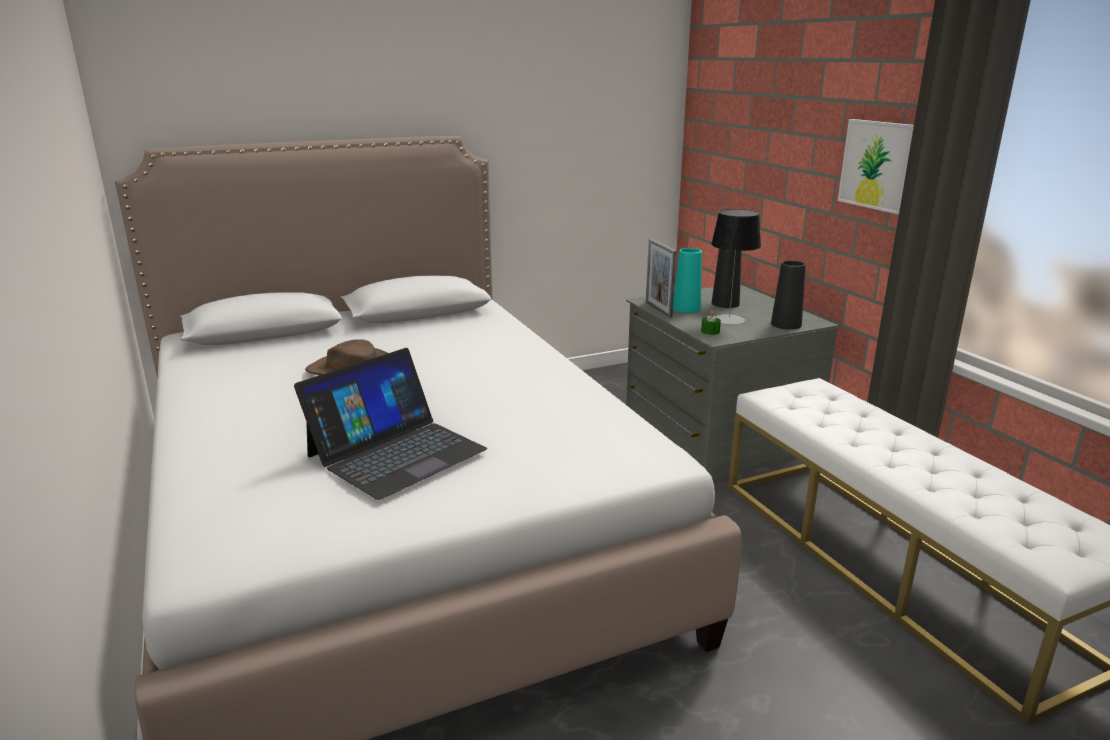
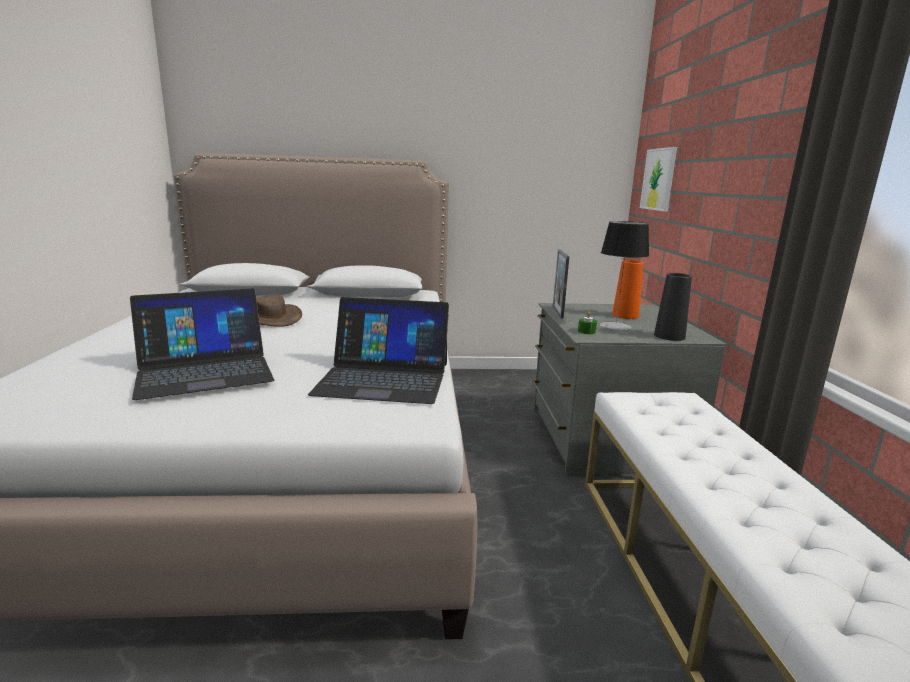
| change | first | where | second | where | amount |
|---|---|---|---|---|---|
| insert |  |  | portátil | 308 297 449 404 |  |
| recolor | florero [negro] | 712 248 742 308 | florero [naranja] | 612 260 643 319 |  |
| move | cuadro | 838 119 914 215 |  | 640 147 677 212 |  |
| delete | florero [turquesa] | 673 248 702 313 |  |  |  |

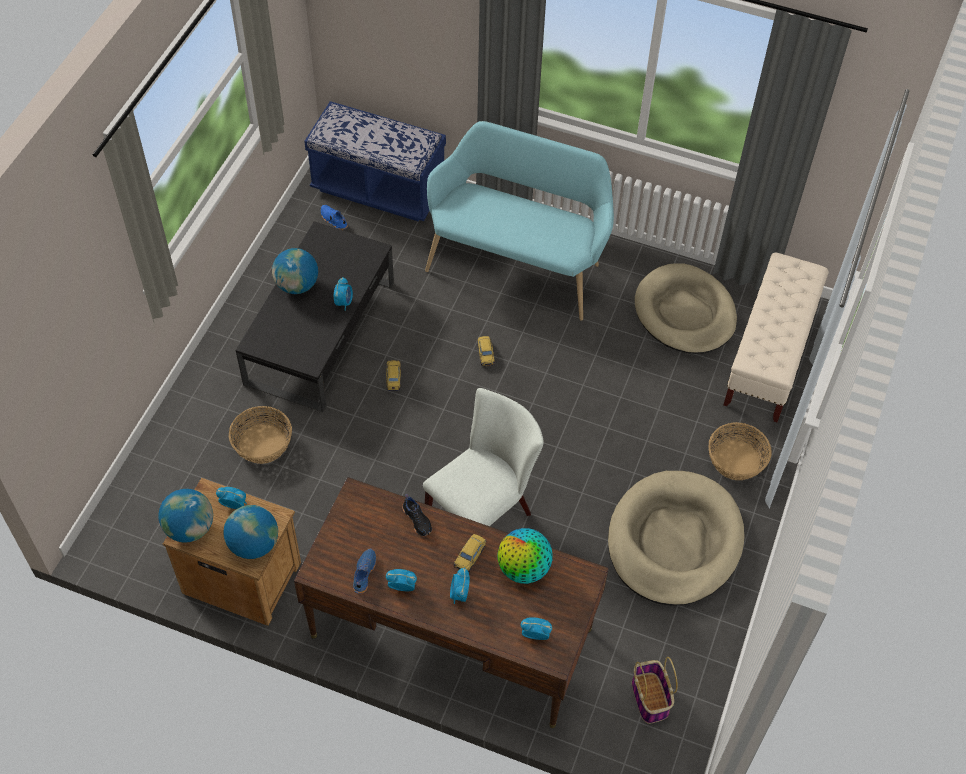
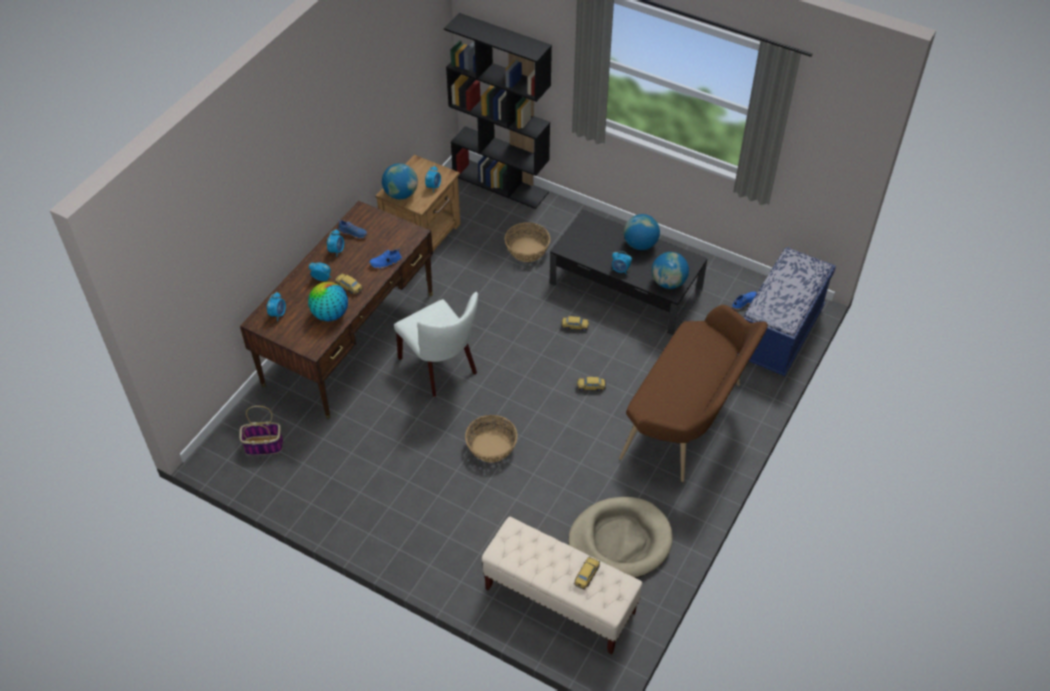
| change | first | where | second | where | amount |
|---|---|---|---|---|---|
| recolor | zapato [negro] | 402 494 432 536 | zapato [azul] | 369 249 402 269 |  |
| insert |  |  | estantería [negro] | 444 13 552 209 |  |
| move | cesta | 709 422 772 480 |  | 465 415 518 463 |  |
| insert |  |  | coche de juguete | 574 556 600 590 |  |
| recolor | banco [turquesa] | 425 121 614 320 | banco [marrón] | 619 305 768 482 |  |
| move | globo terráqueo | 158 489 213 543 |  | 652 252 689 289 |  |
| delete | cama para perro [beis] | 608 471 745 606 |  |  |  |

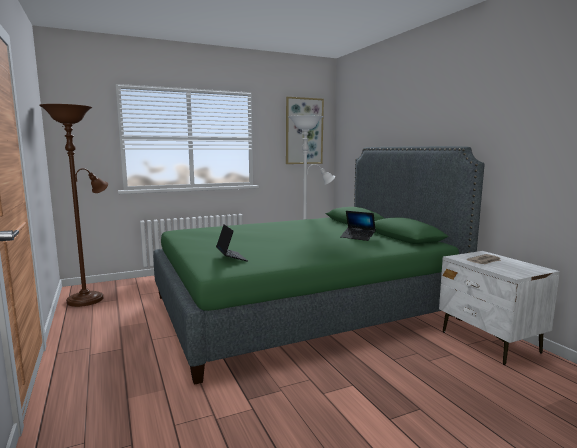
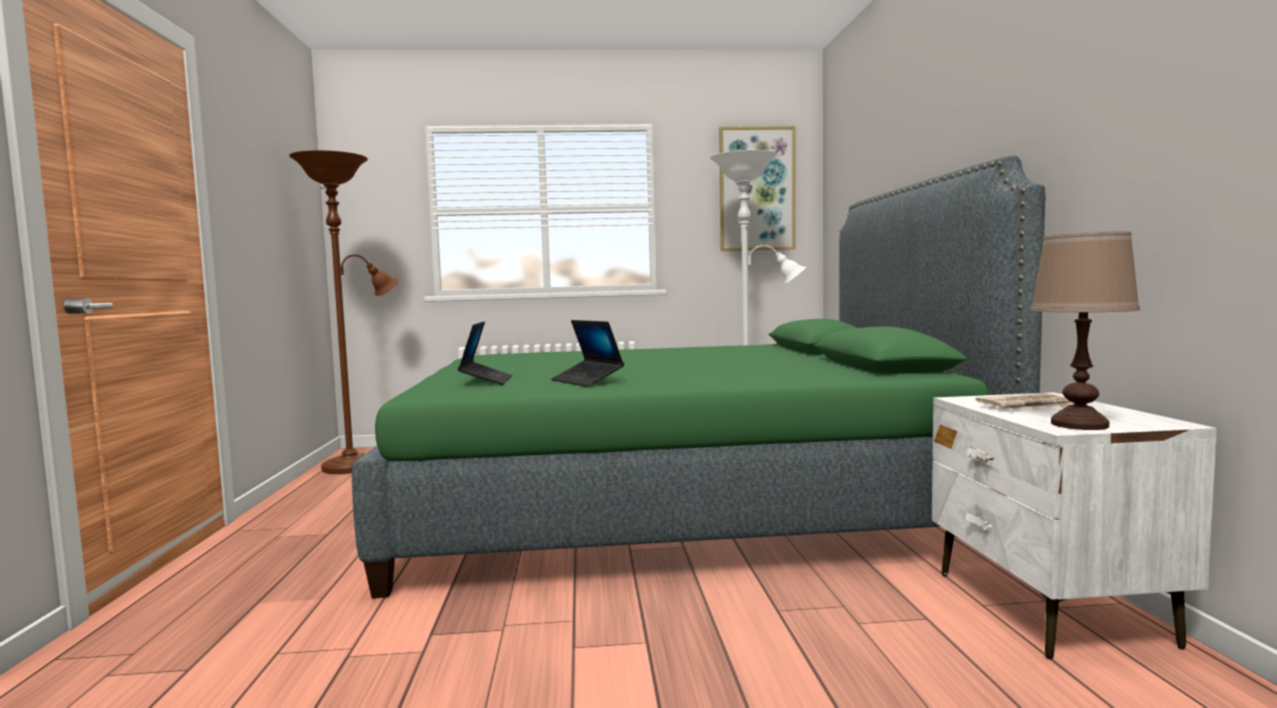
| change | first | where | second | where | amount |
|---|---|---|---|---|---|
| move | portátil | 340 211 376 241 |  | 551 320 624 387 |  |
| insert |  |  | lámpara de mesa [marrón] | 1031 232 1140 430 |  |

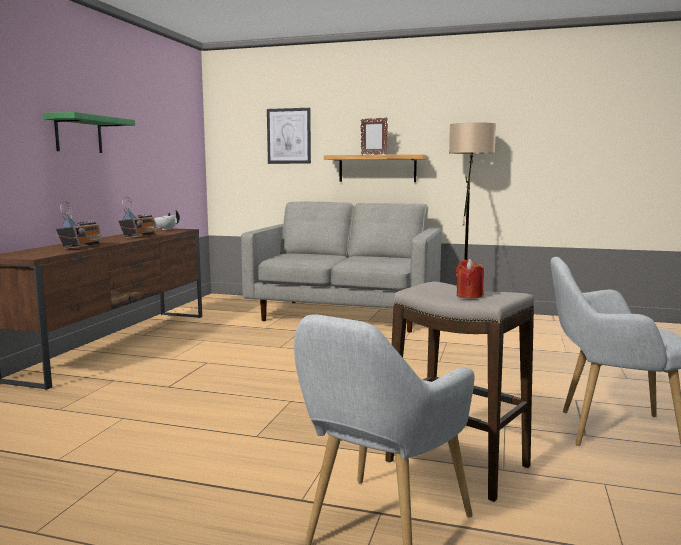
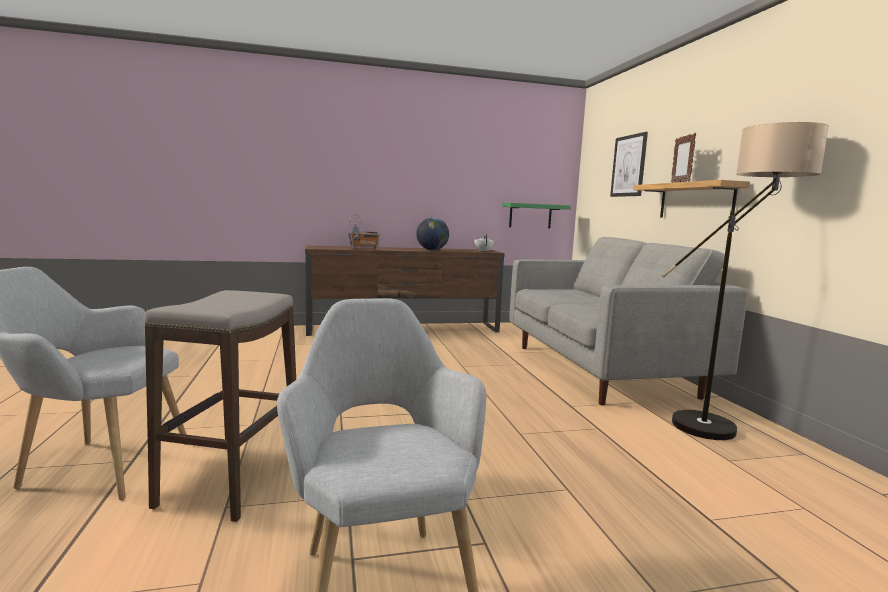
| change | first | where | second | where | amount |
|---|---|---|---|---|---|
| replace | radio | 118 197 157 238 | globo terráqueo | 416 218 449 250 |  |
| move | estante [verde] | 44 112 135 153 |  | 502 203 571 229 |  |
| delete | vela [rojo] | 456 259 484 298 |  |  |  |

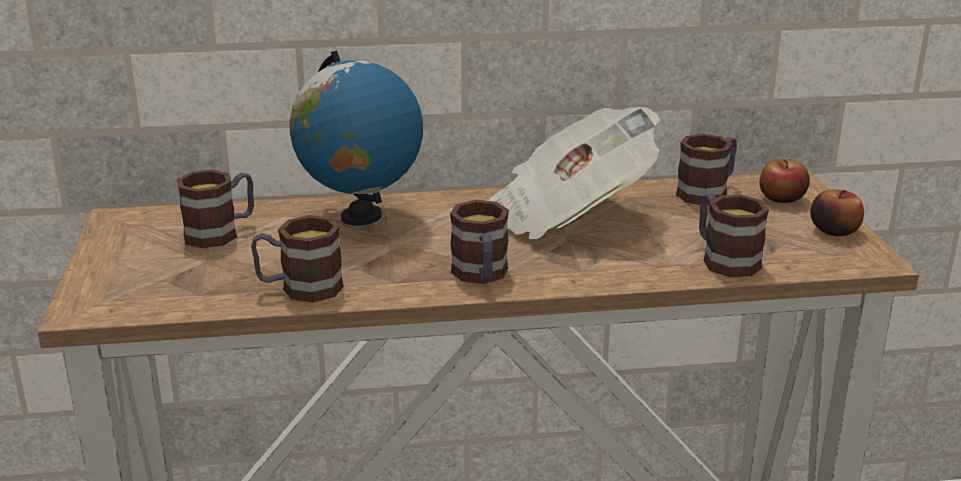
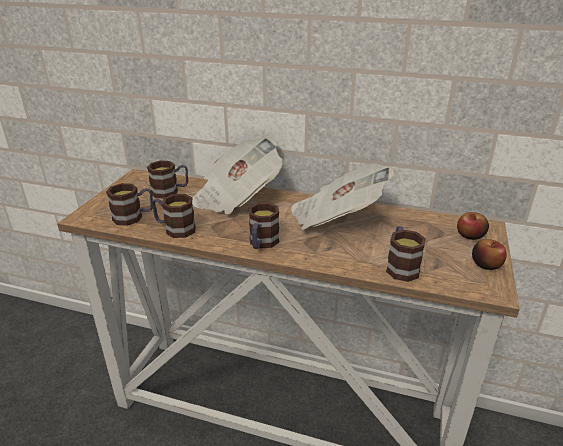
| change | first | where | second | where | amount |
|---|---|---|---|---|---|
| move | taza grande | 676 134 737 205 |  | 106 183 153 226 |  |
| replace | globo terráqueo | 290 51 423 226 | periódico | 192 137 283 214 |  |

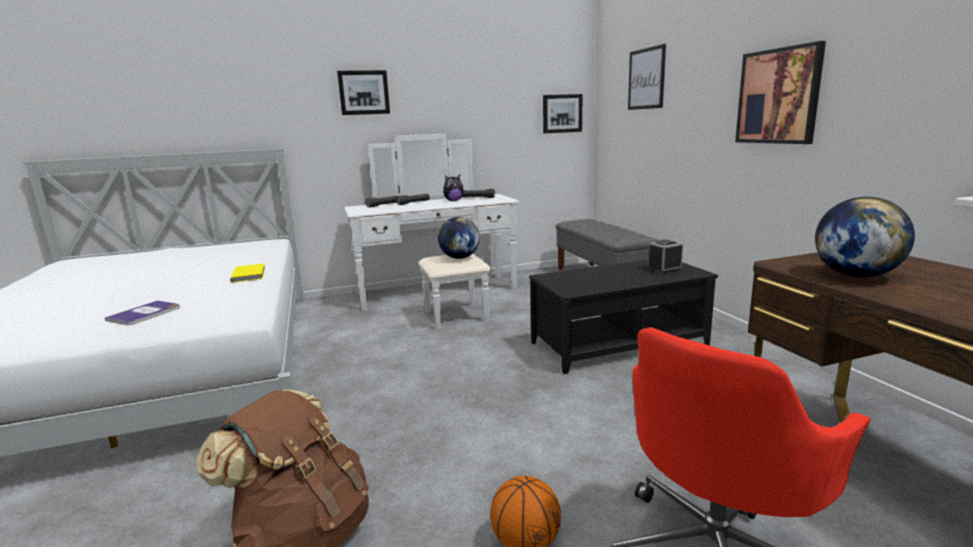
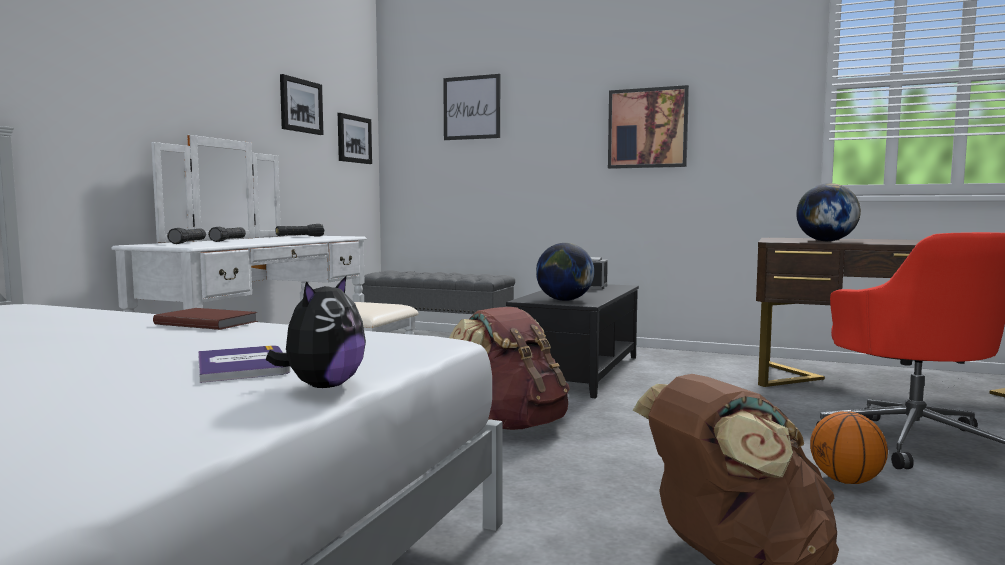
| change | first | where | second | where | amount |
|---|---|---|---|---|---|
| recolor | libro [amarillo] | 230 263 265 283 | libro [marrón] | 153 308 258 330 |  |
| move | peluche | 443 175 464 201 |  | 266 275 366 388 |  |
| move | cuadro | 337 70 390 115 |  | 280 74 323 135 |  |
| insert |  |  | mochila [marrón] | 449 307 570 430 |  |
| move | globo terráqueo | 438 217 480 259 |  | 536 243 594 301 |  |

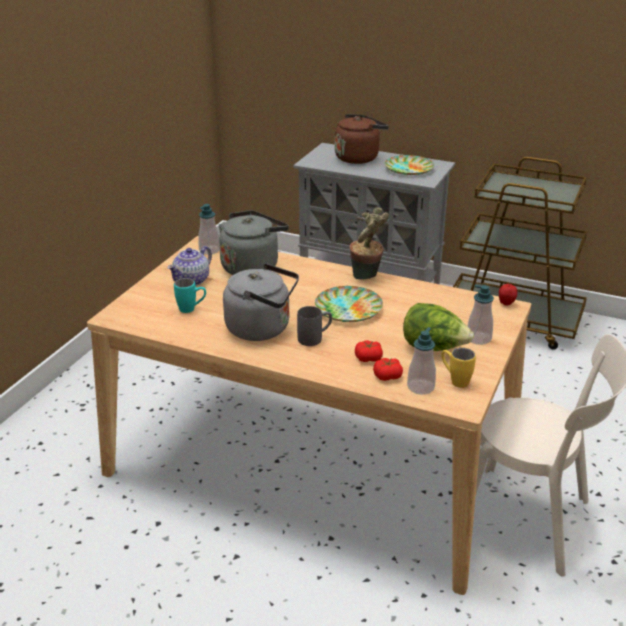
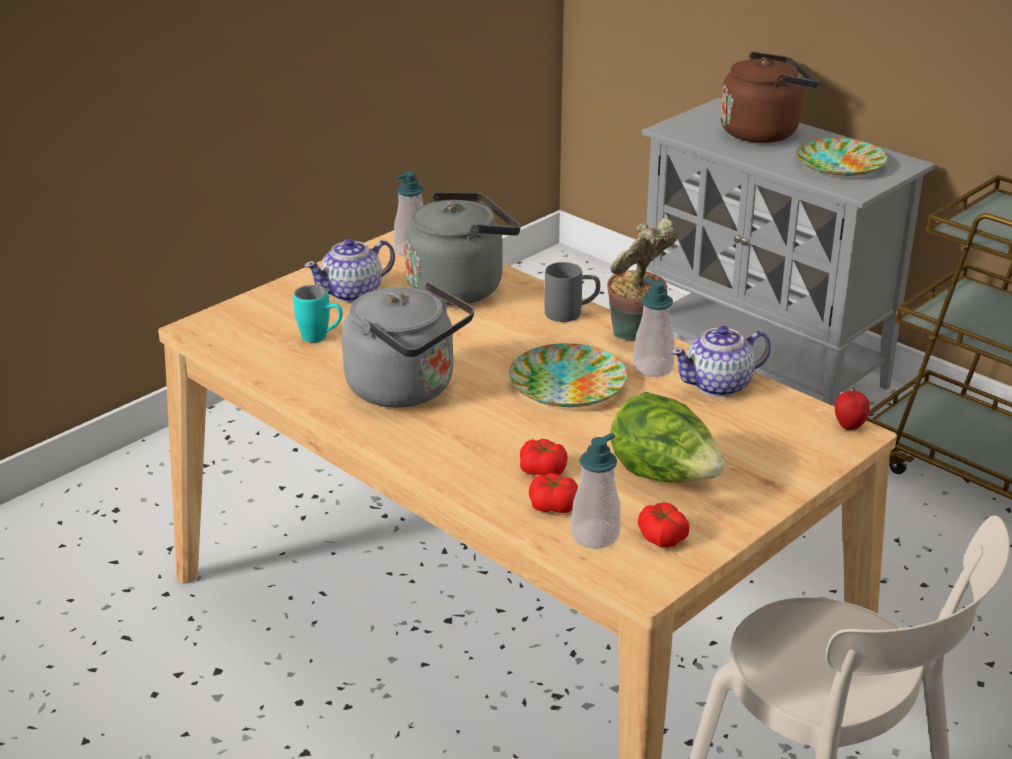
| change | first | where | second | where | amount |
|---|---|---|---|---|---|
| move | taza grande [gris] | 297 306 332 346 |  | 544 262 600 322 |  |
| move | dispensador de jabón | 468 285 494 345 |  | 633 278 675 377 |  |
| replace | taza grande [amarillo] | 442 348 476 388 | tomate | 638 502 689 548 |  |
| insert |  |  | tetera | 671 326 771 397 |  |

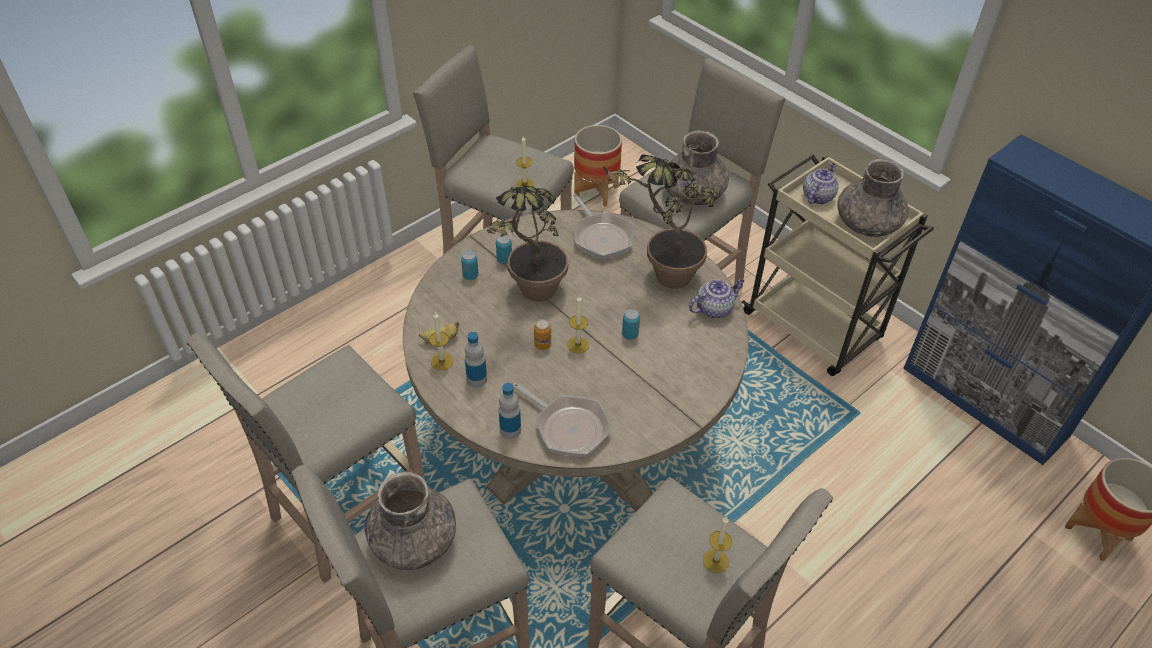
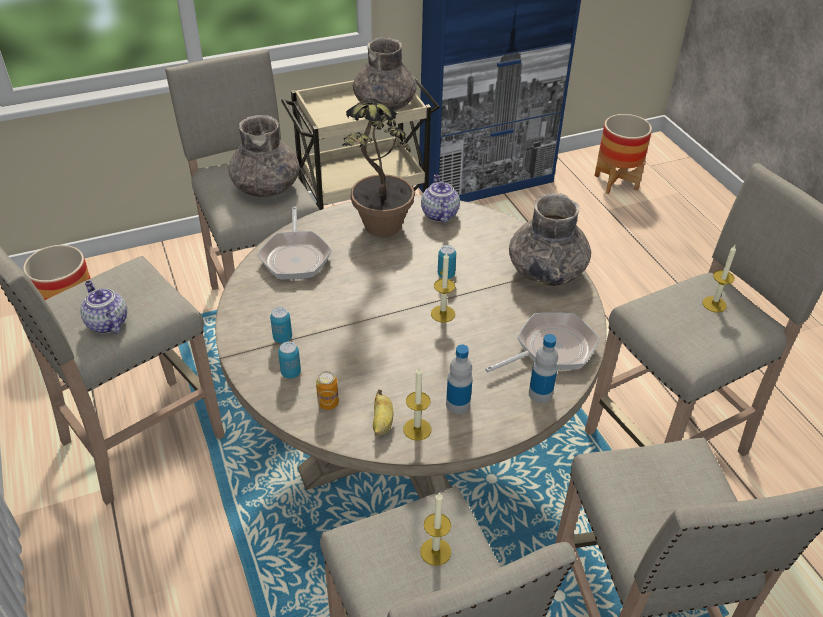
| change | first | where | second | where | amount |
|---|---|---|---|---|---|
| move | tetera | 803 163 839 204 |  | 81 281 127 334 |  |
| rotate | sartén | 573 194 634 260 |  | 257 207 332 280 | 90 degrees clockwise |
| move | lata | 534 319 551 350 |  | 316 371 339 410 |  |
| move | vela | 516 135 534 187 |  | 420 492 451 566 |  |
| move | florero [gris] | 365 472 456 570 |  | 509 193 591 286 |  |
| delete | planta en maceta | 486 185 568 302 |  |  |  |

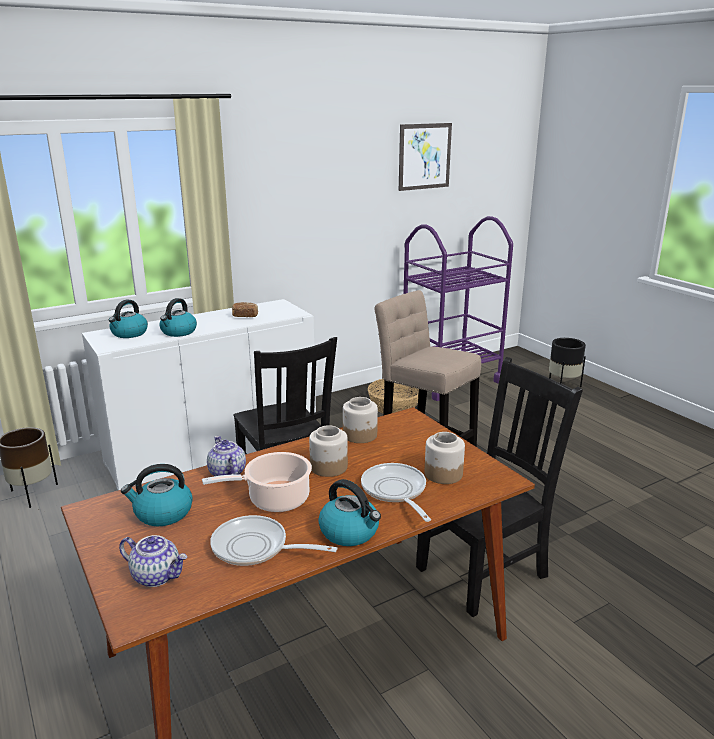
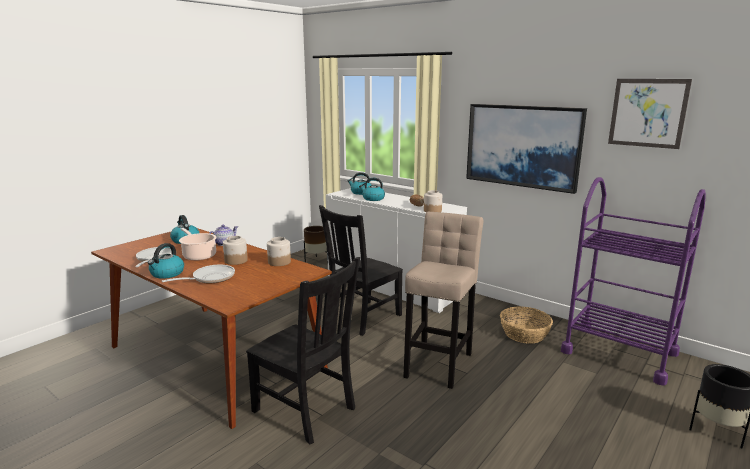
| change | first | where | second | where | amount |
|---|---|---|---|---|---|
| move | tarro | 425 432 465 484 |  | 424 190 442 212 |  |
| insert |  |  | cuadro | 466 104 587 194 |  |
| delete | tetera | 119 535 187 587 |  |  |  |

